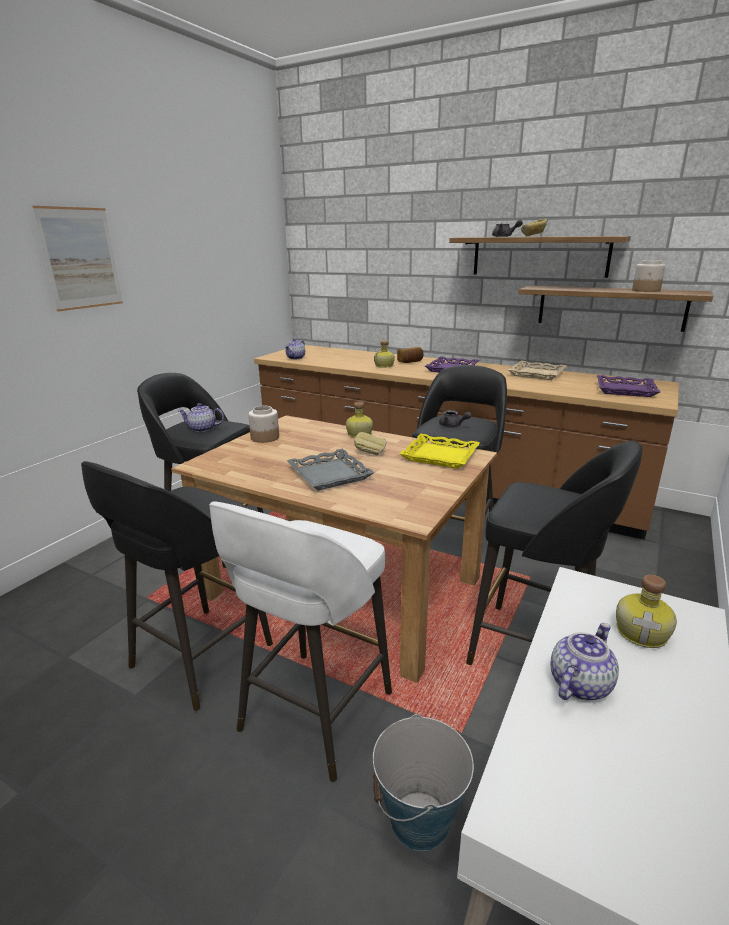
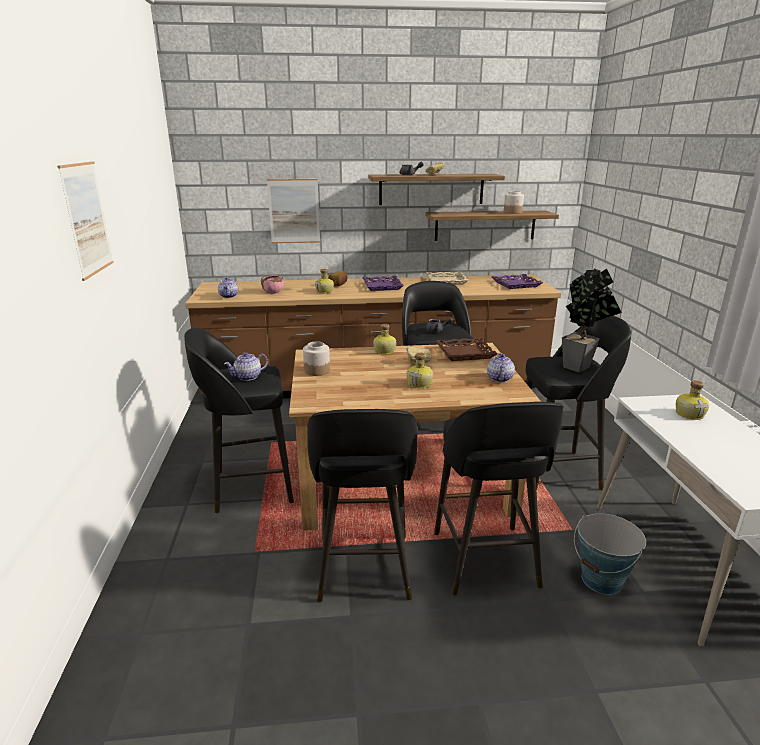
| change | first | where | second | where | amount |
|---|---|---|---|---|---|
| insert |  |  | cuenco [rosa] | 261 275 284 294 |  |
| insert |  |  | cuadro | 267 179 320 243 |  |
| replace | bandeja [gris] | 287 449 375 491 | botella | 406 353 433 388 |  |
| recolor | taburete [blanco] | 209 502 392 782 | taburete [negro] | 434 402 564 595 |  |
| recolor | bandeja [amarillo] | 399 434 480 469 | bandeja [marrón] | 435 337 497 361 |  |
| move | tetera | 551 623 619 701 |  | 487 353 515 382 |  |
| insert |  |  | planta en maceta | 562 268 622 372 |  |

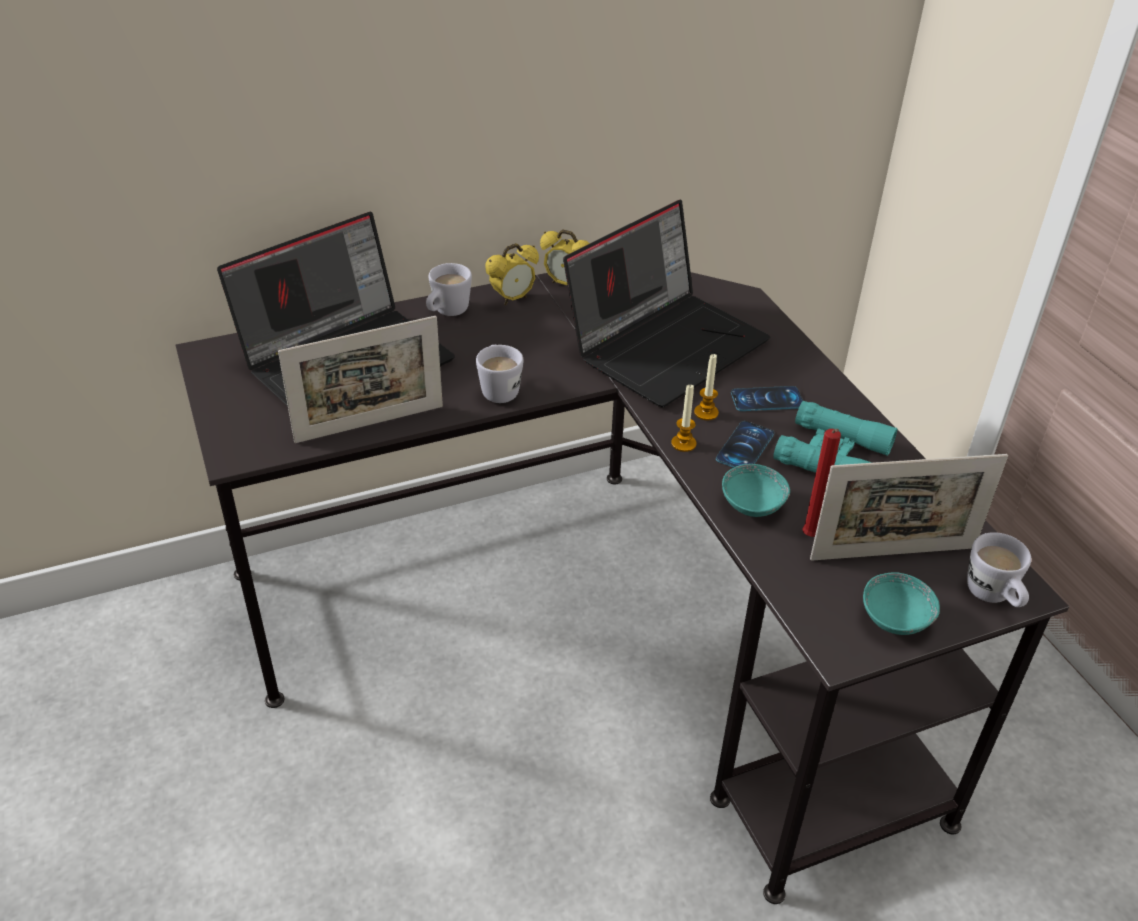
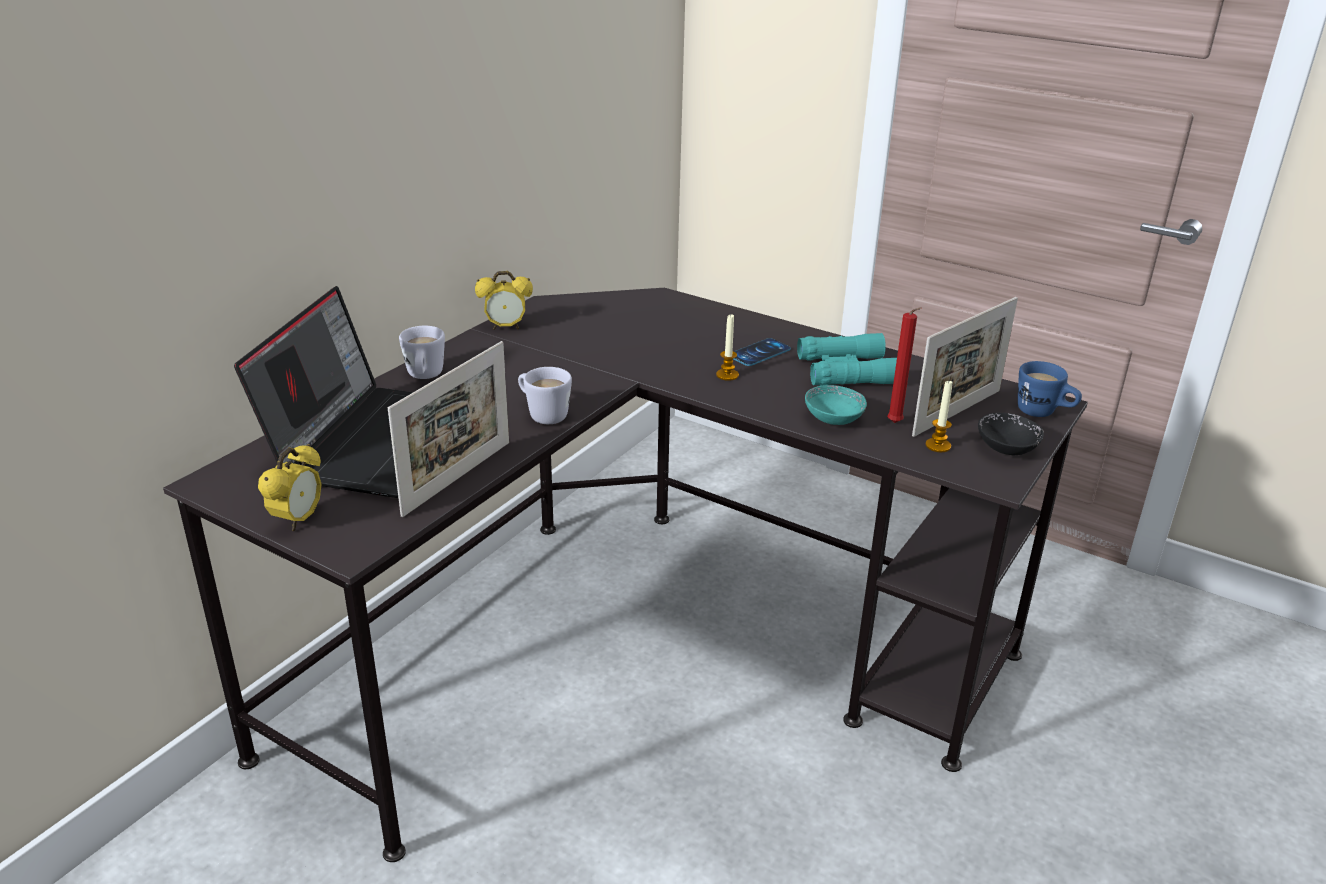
| change | first | where | second | where | amount |
|---|---|---|---|---|---|
| move | despertador | 485 243 539 305 |  | 258 444 322 531 |  |
| move | vela | 671 384 697 452 |  | 925 379 953 452 |  |
| recolor | cuenco [turquesa] | 863 572 940 635 | cuenco [negro] | 978 413 1044 455 |  |
| recolor | taza grande [blanco] | 967 532 1031 607 | taza grande [azul] | 1018 361 1082 417 |  |
| delete | portátil | 563 200 770 407 |  |  |  |
| delete | móvil | 716 421 774 468 |  |  |  |

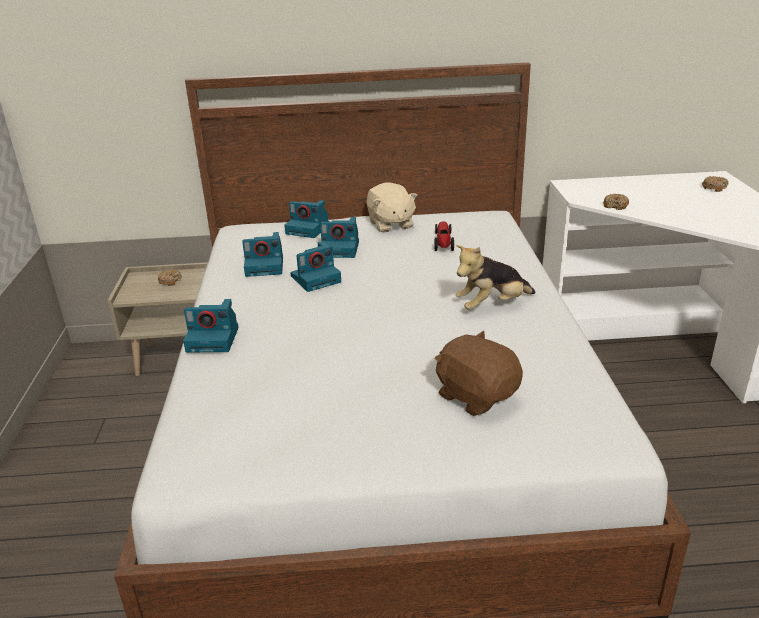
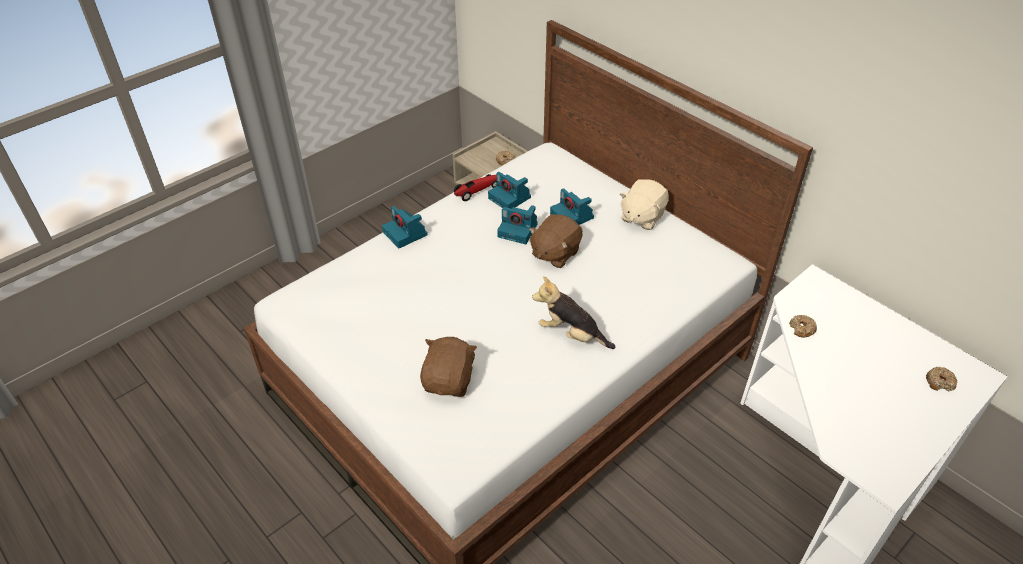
| change | first | where | second | where | amount |
|---|---|---|---|---|---|
| move | coche de juguete | 435 221 454 251 |  | 454 174 497 201 |  |
| insert |  |  | peluche [marrón] | 529 214 583 268 |  |
| delete | cámara | 284 200 330 238 |  |  |  |

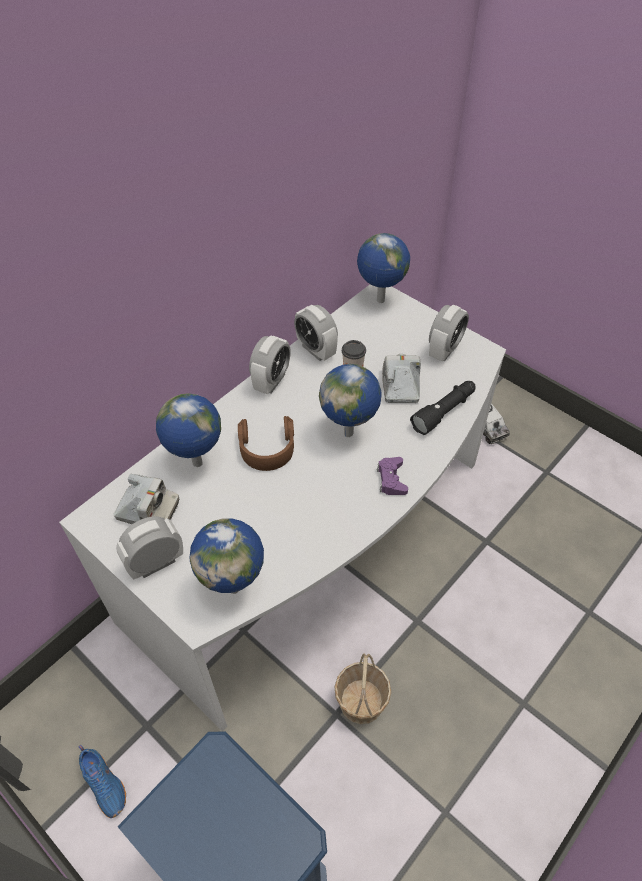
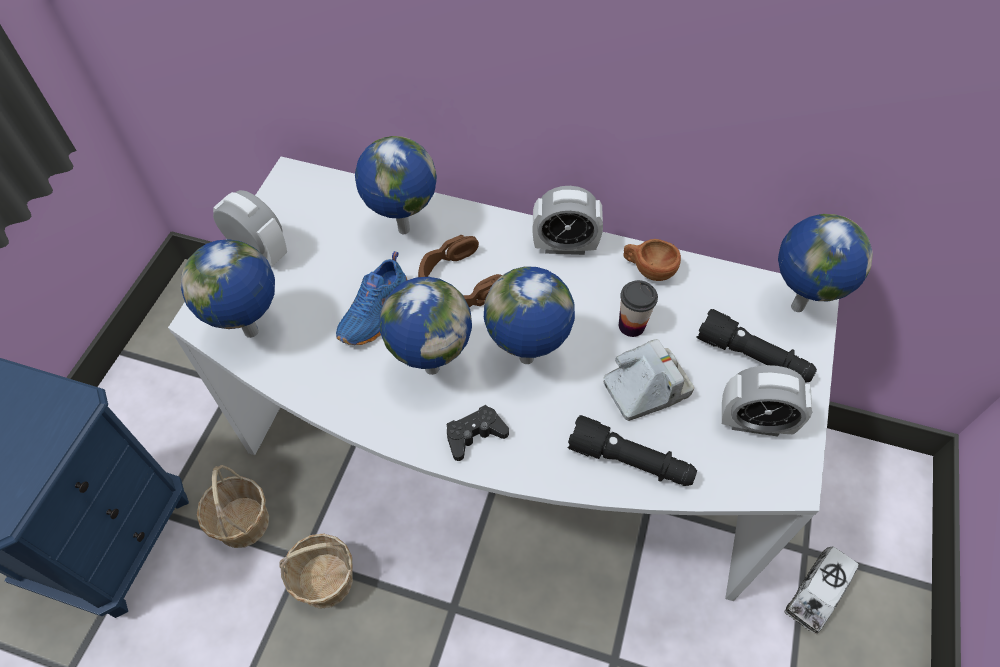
| change | first | where | second | where | amount |
|---|---|---|---|---|---|
| insert |  |  | cesta | 197 465 269 548 |  |
| move | zapato [azul] | 78 744 126 818 |  | 336 251 407 345 |  |
| insert |  |  | globo terráqueo | 380 277 472 375 |  |
| recolor | mando de consola [morado] | 377 457 408 495 | mando de consola [negro] | 447 405 509 461 |  |
| replace | despertador | 294 305 338 361 | taza [marrón] | 623 239 681 281 |  |
| insert |  |  | linterna [negro] | 696 309 817 382 |  |
| delete | cámara | 113 474 179 524 |  |  |  |

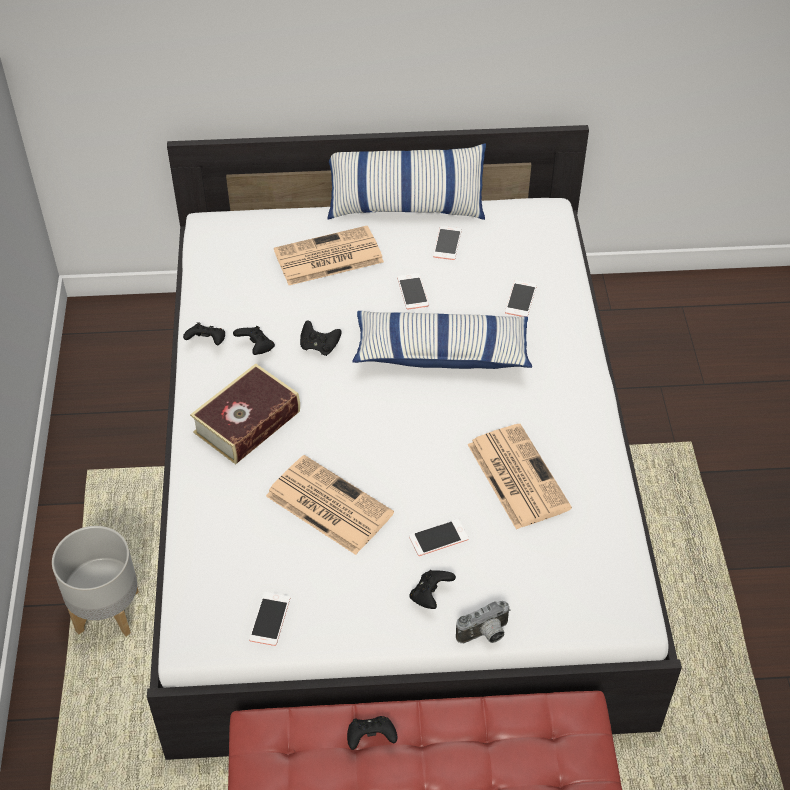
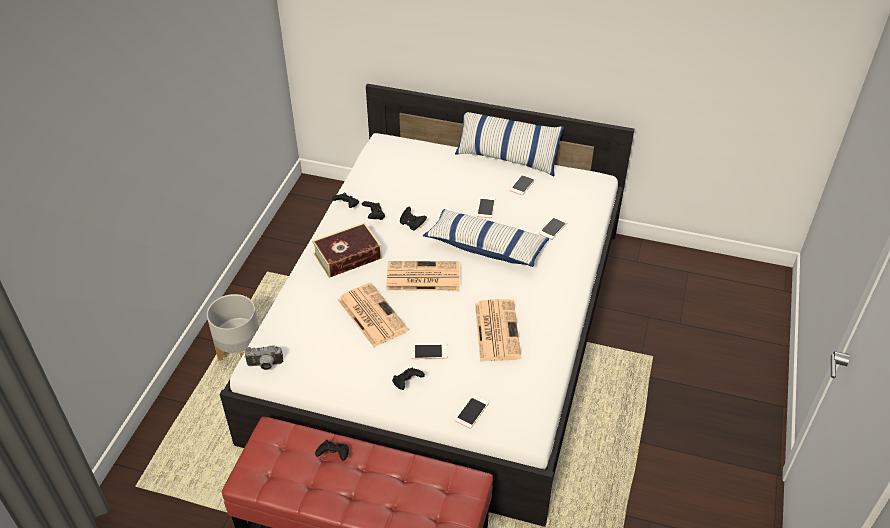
| change | first | where | second | where | amount |
|---|---|---|---|---|---|
| move | cámara | 456 601 511 643 |  | 244 346 283 370 |  |
| move | periódico | 274 226 384 285 |  | 386 261 460 291 |  |
| move | móvil | 249 592 290 646 |  | 455 394 489 429 |  |

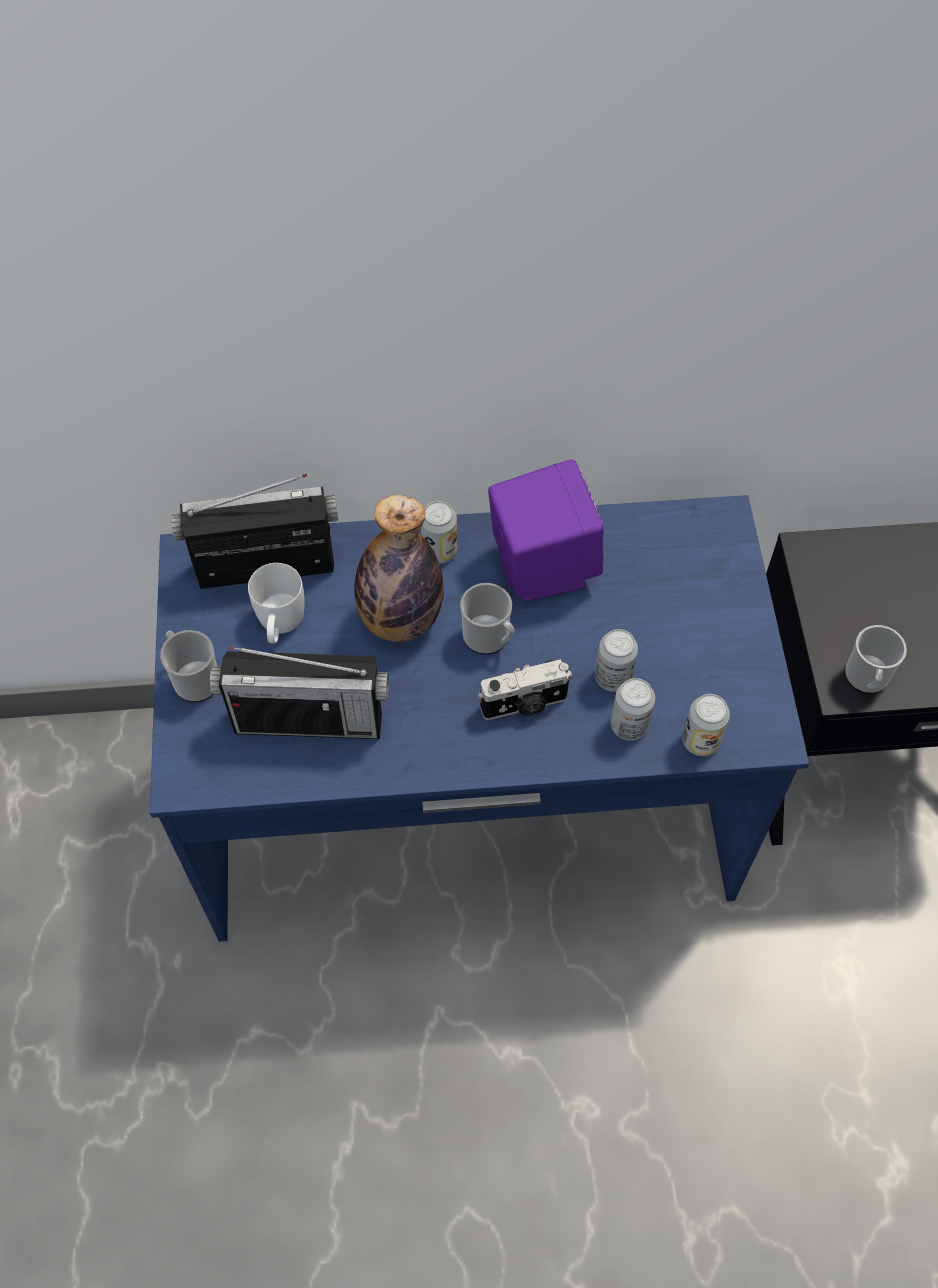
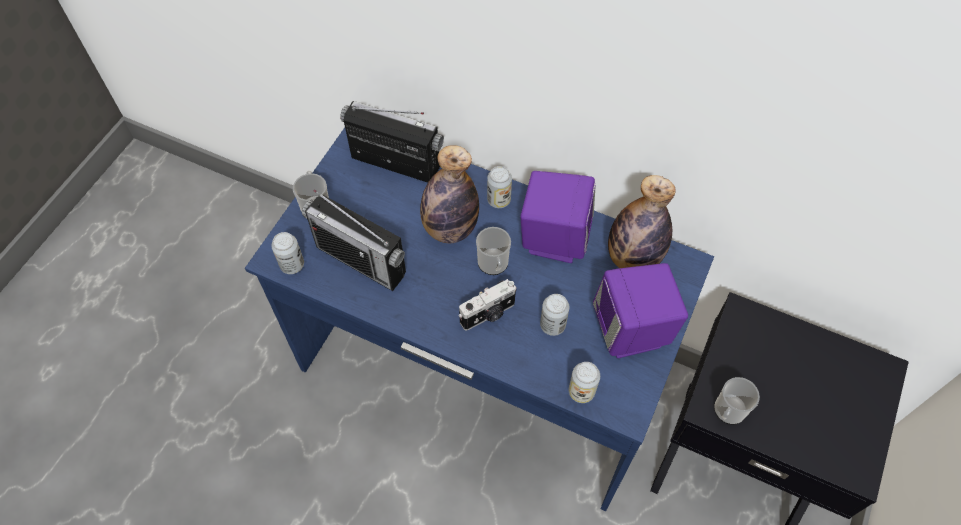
| change | first | where | second | where | amount |
|---|---|---|---|---|---|
| move | lata | 611 678 655 741 |  | 271 232 304 274 |  |
| rotate | cámara | 478 659 572 720 |  | 458 279 517 331 | 45 degrees counterclockwise |
| insert |  |  | altavoz [morado] | 593 263 688 358 |  |
| insert |  |  | botella | 608 175 676 268 |  |
| delete | taza grande [blanco] | 248 563 305 644 |  |  |  |

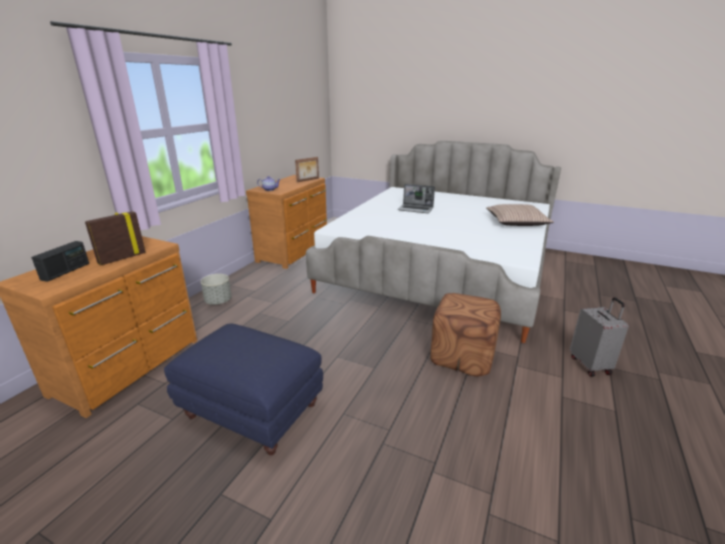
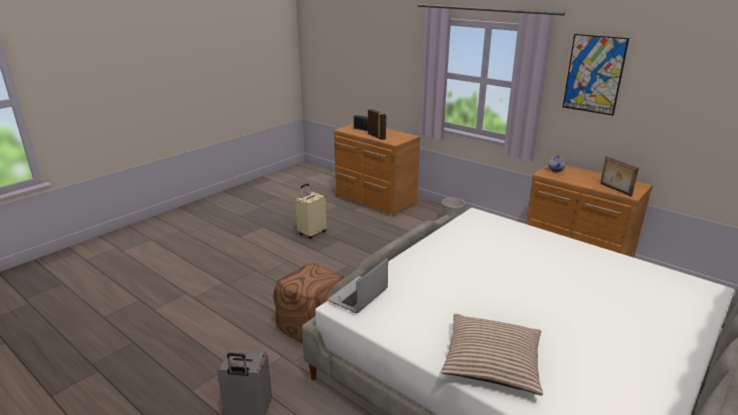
| change | first | where | second | where | amount |
|---|---|---|---|---|---|
| replace | puf [azul] | 164 323 323 455 | maleta [beis] | 295 183 327 239 |  |
| move | portátil | 398 184 435 213 |  | 328 258 388 313 |  |
| insert |  |  | cuadro | 563 34 629 116 |  |

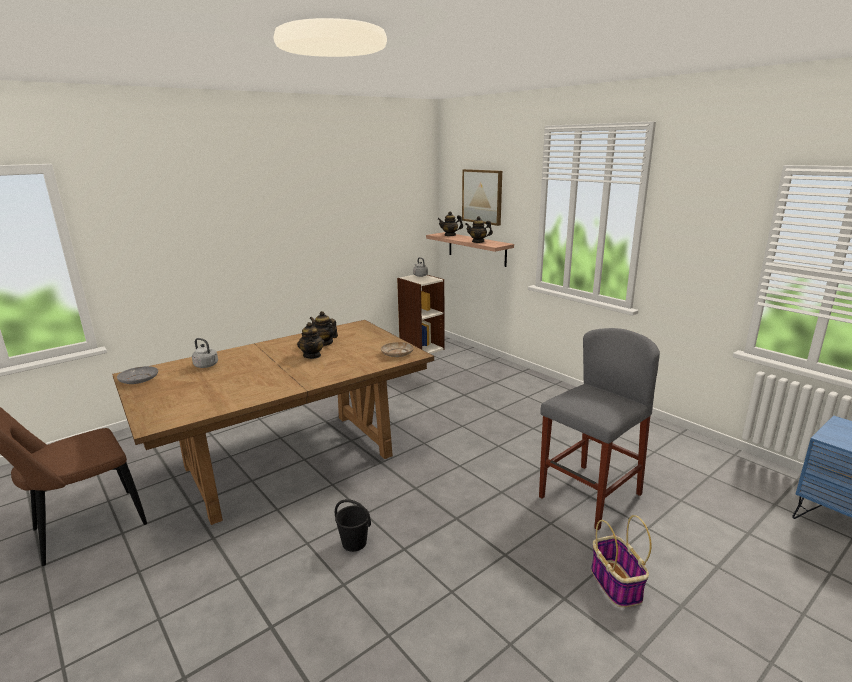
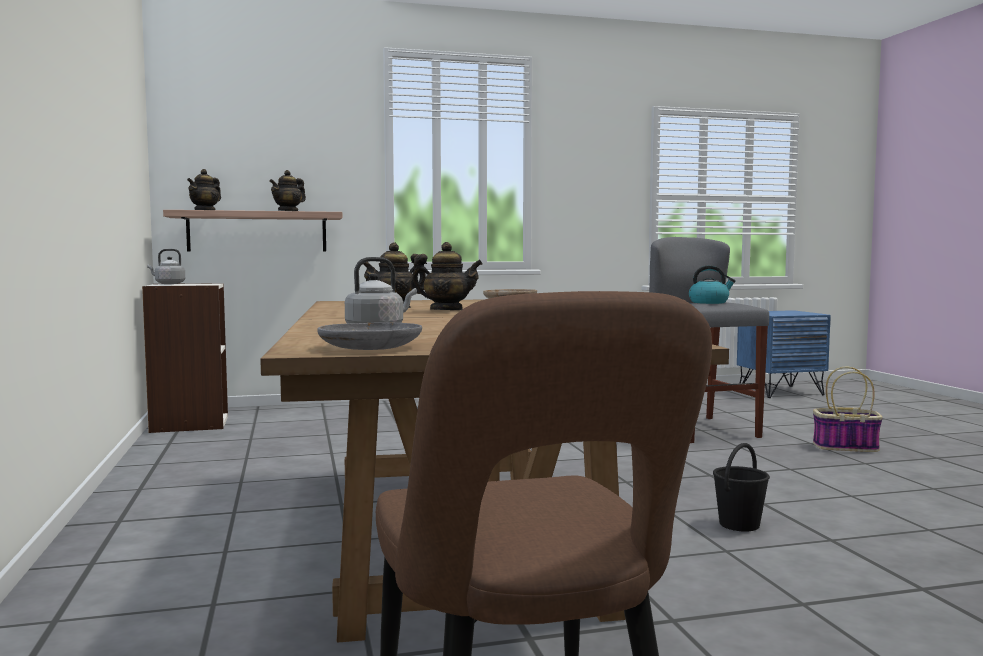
| change | first | where | second | where | amount |
|---|---|---|---|---|---|
| insert |  |  | hervidor | 689 265 736 304 |  |
| delete | cuadro | 462 169 502 226 |  |  |  |

